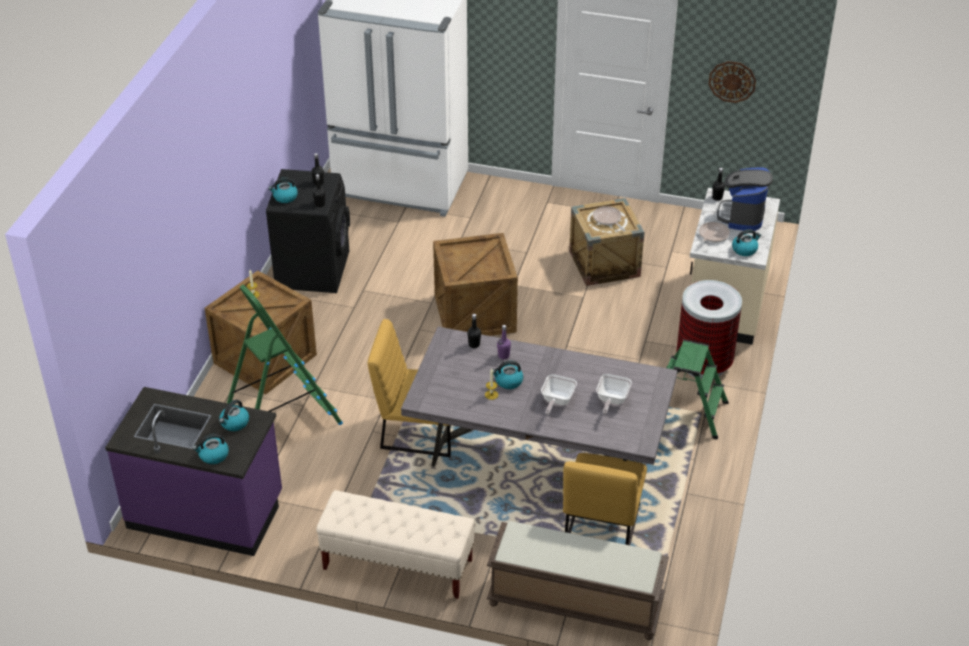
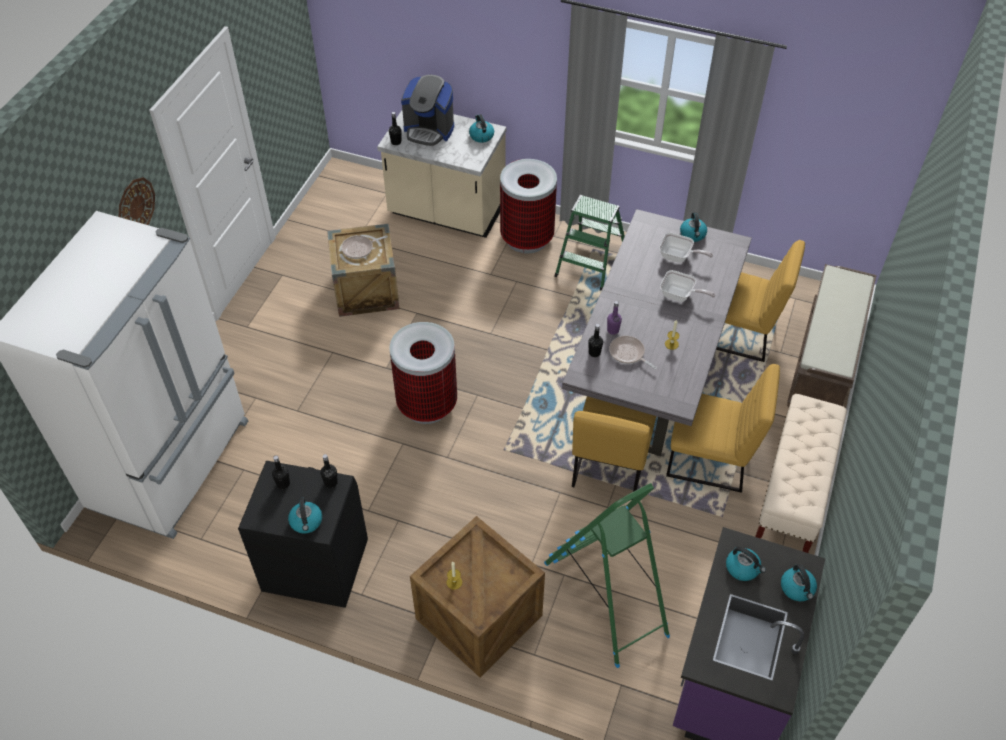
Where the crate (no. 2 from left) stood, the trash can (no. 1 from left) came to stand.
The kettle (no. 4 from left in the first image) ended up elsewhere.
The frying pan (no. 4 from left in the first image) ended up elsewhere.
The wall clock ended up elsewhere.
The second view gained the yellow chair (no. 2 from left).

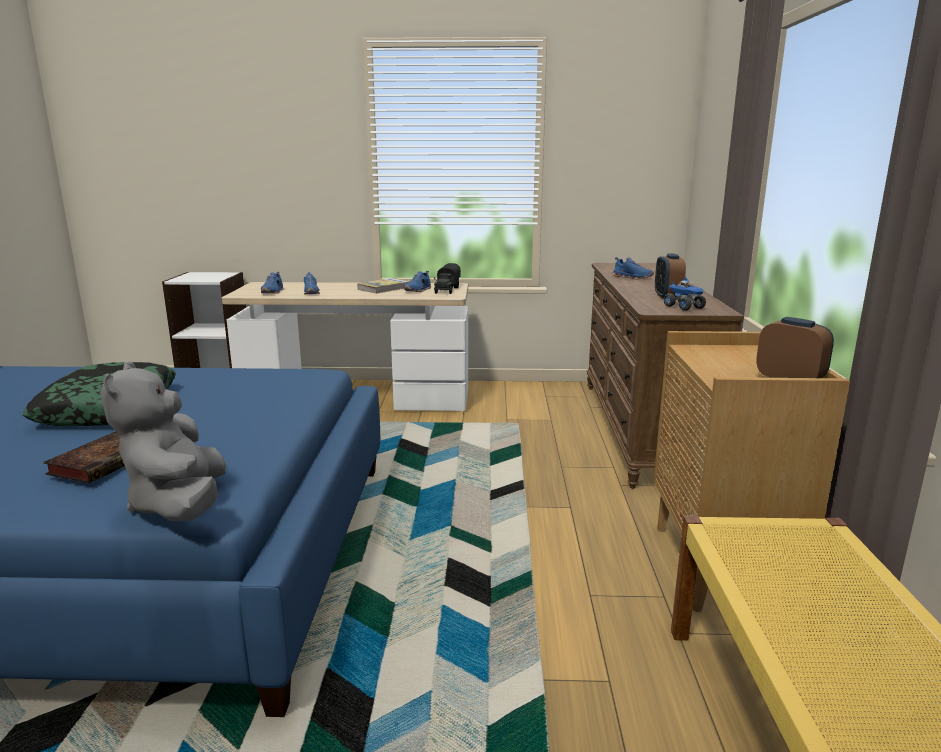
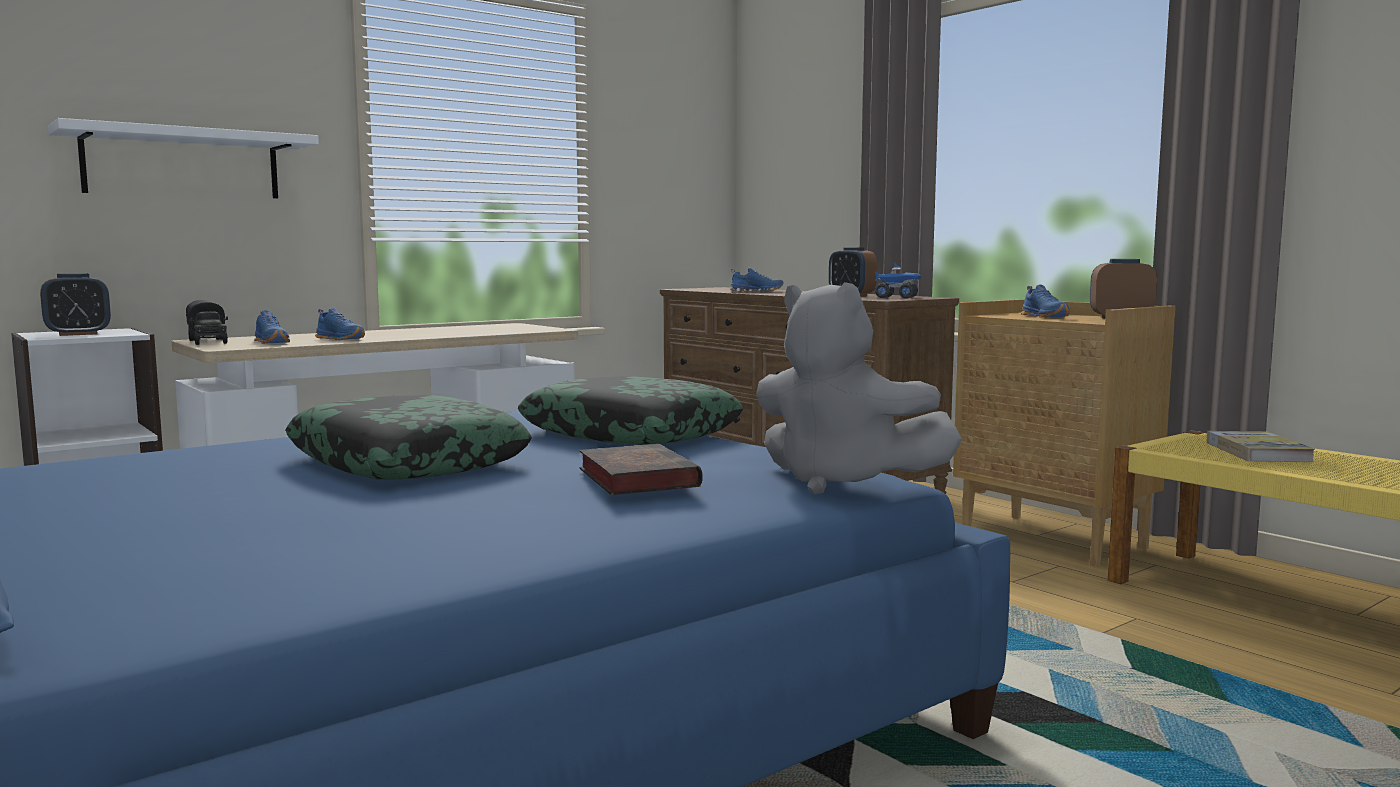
The book (no. 2 from left) ended up elsewhere.
The blue shoe (no. 3 from left in the first image) ended up elsewhere.
The toy truck (no. 1 from left) ended up elsewhere.
The second view gained the alarm clock (no. 1 from left).
The second view gained the white shelf.
The second view gained the pillow (no. 2 from left).

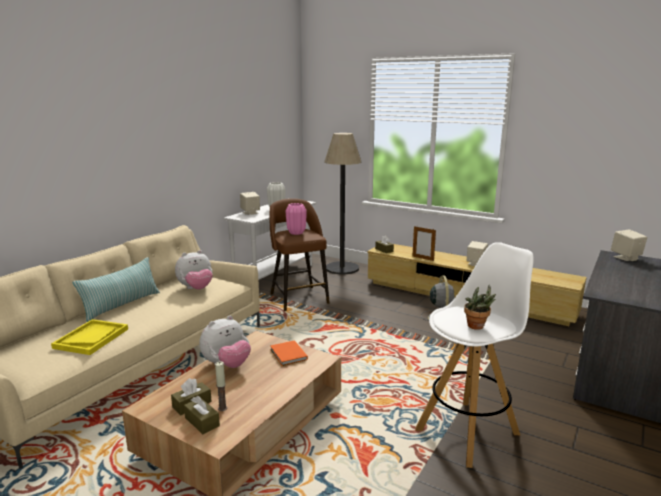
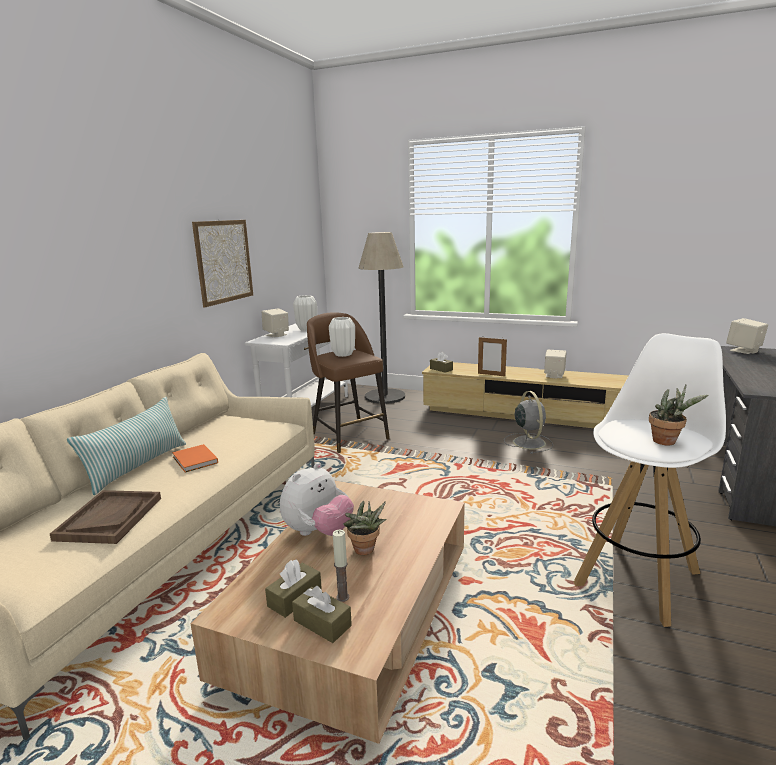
What was the yellow tray turned into the brown tray.
The second view lost the plush toy (no. 1 from left).
The orange book ended up elsewhere.
What was the pink vase turned into the white vase (no. 2 from left).
The second view gained the picture.
The second view gained the potted plant (no. 1 from left).

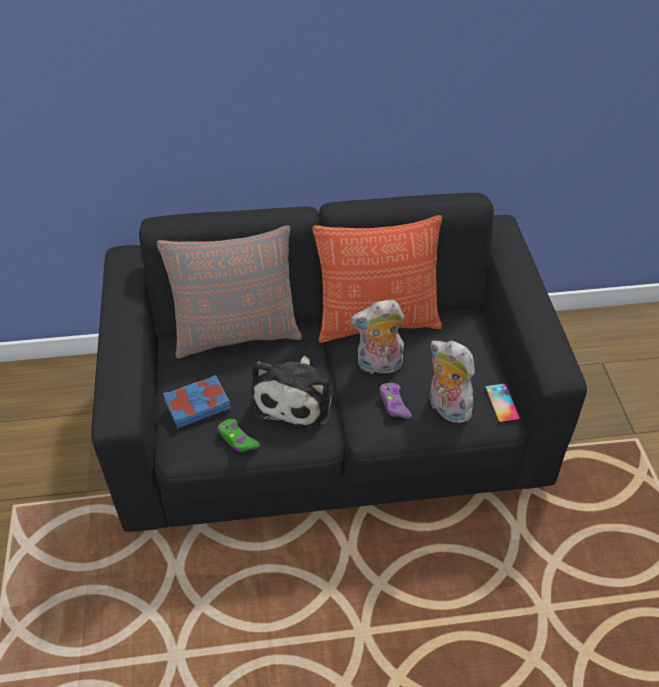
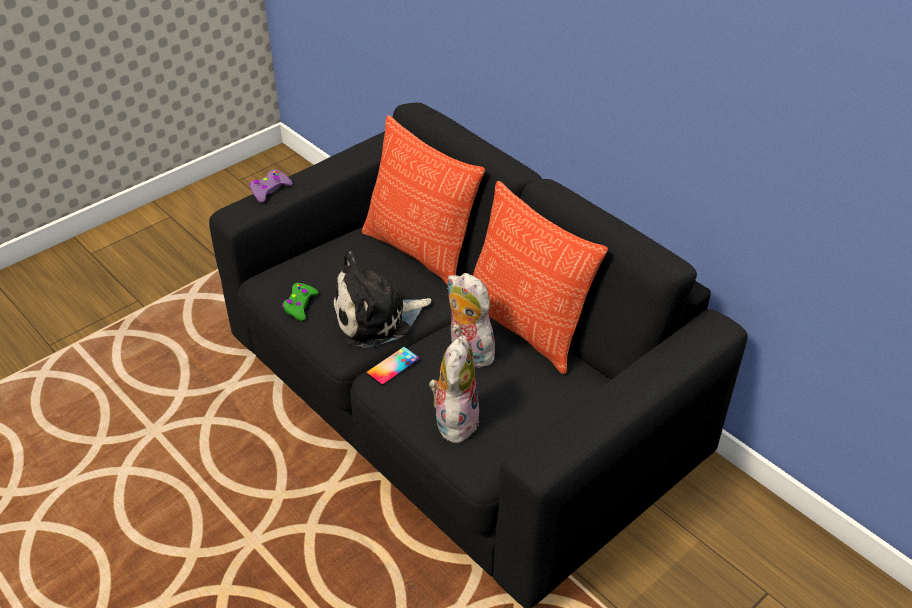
What was the grey pillow turned into the orange pillow (no. 1 from left).
The second view lost the blue book.
The purple game controller ended up elsewhere.
The phone ended up elsewhere.

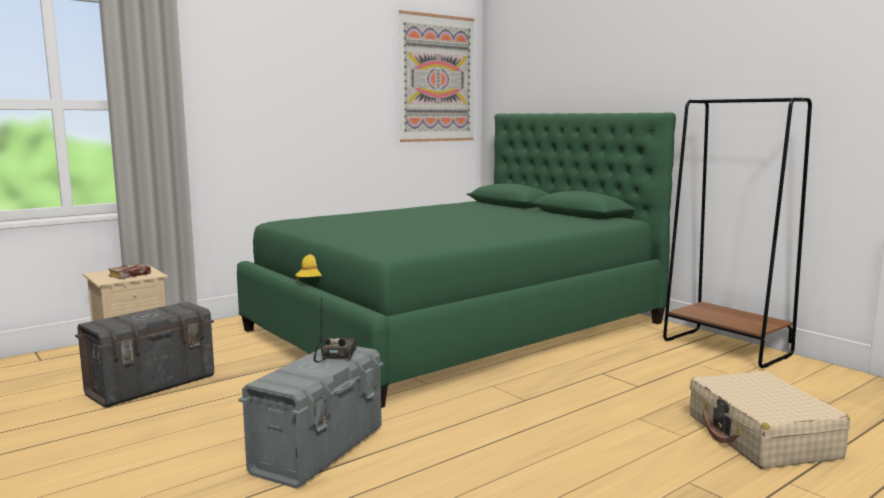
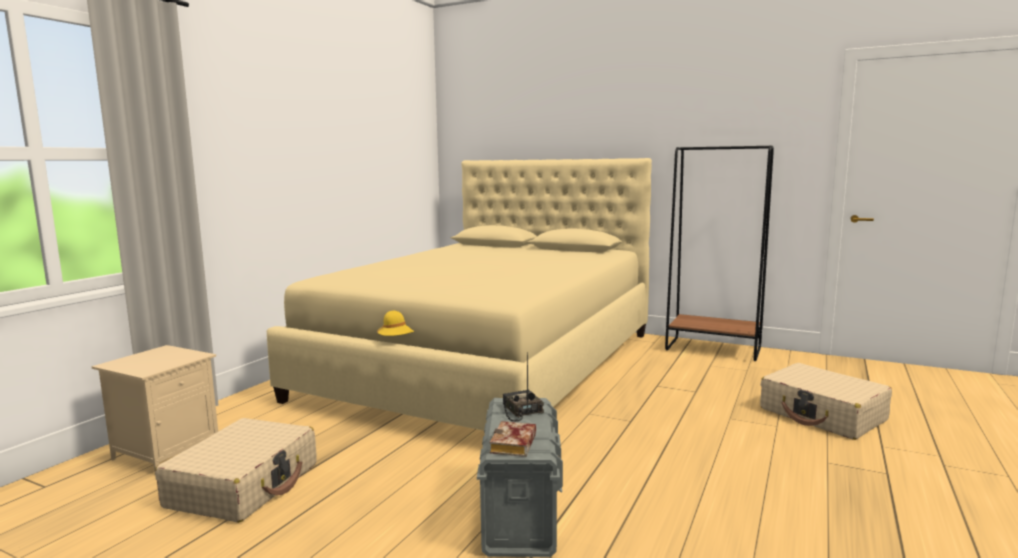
Where the grey storage box (no. 1 from left) stood, the beige suitcase (no. 1 from left) came to stand.
The book ended up elsewhere.
What was the green bed turned into the beige bed.
The second view lost the picture.

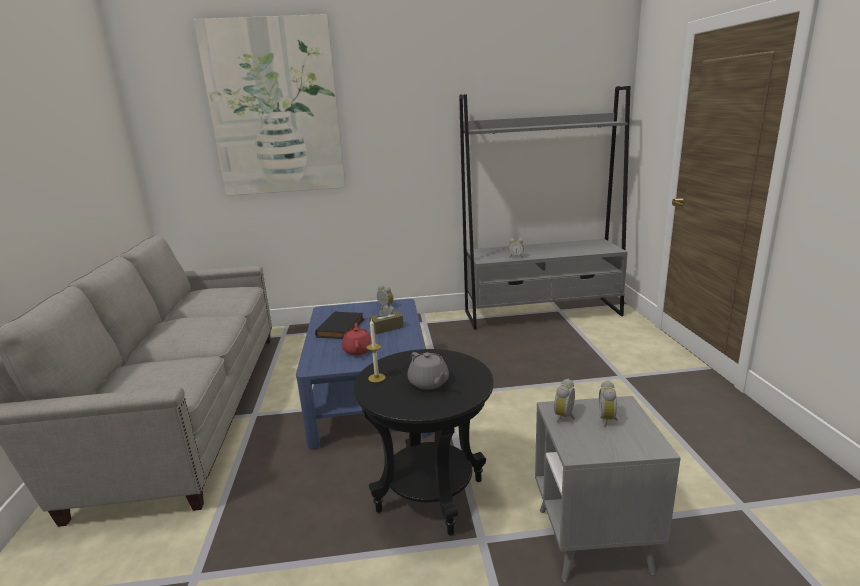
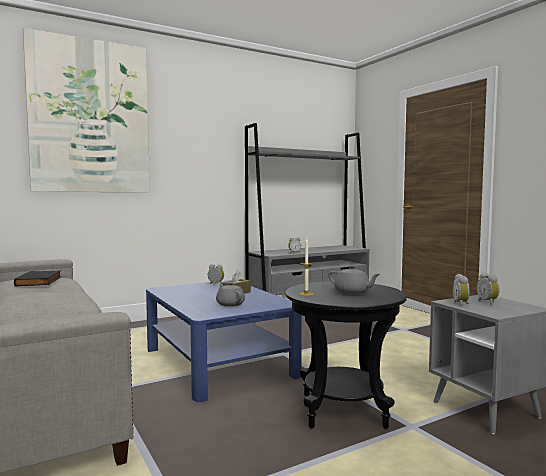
The black book ended up elsewhere.
What was the red teapot turned into the grey teapot (no. 1 from left).

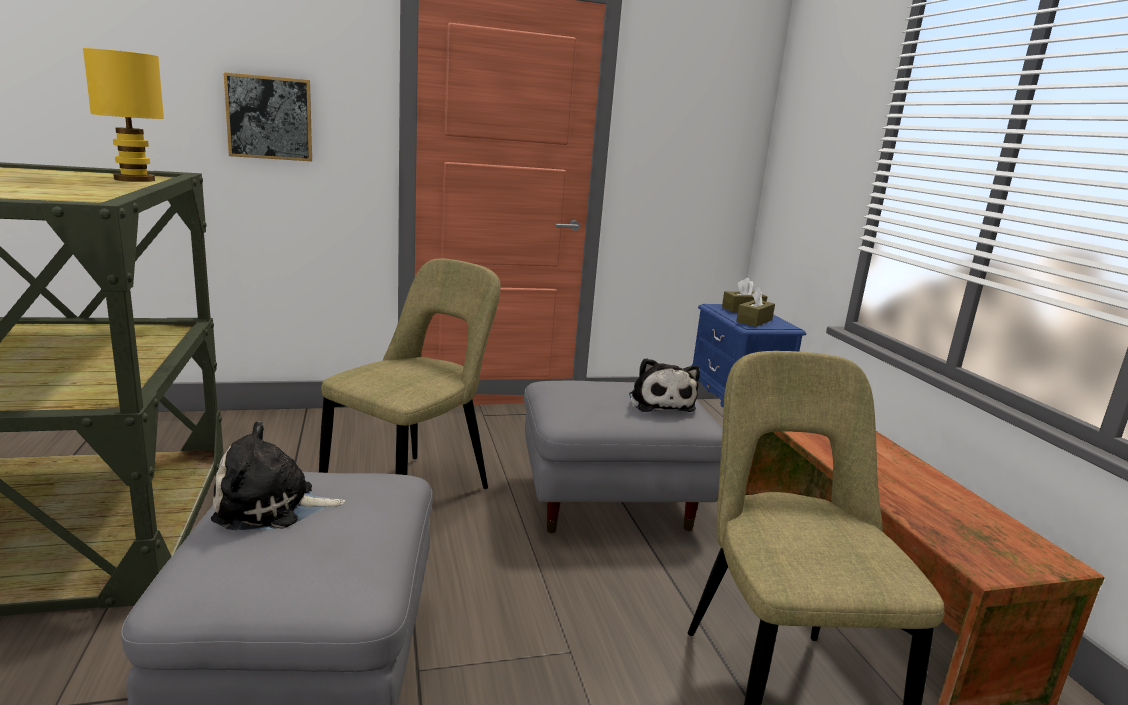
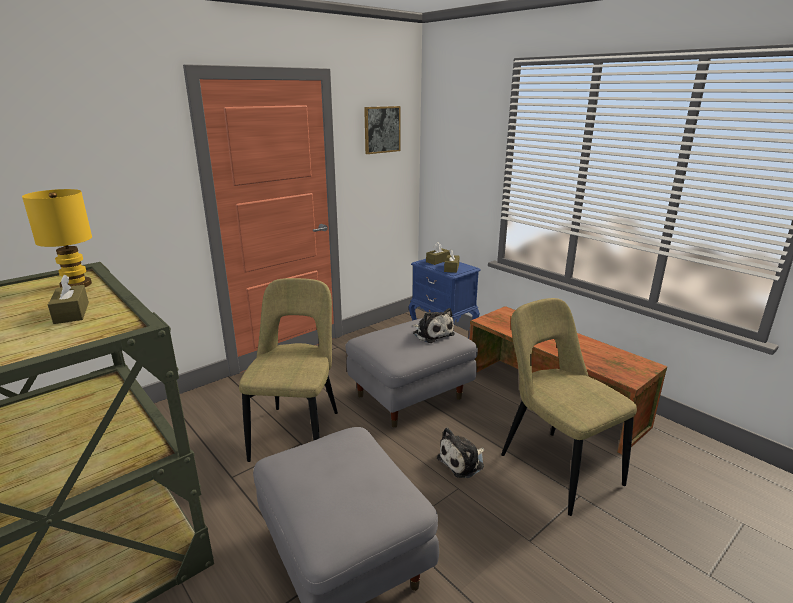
The plush toy (no. 1 from left in the first image) ended up elsewhere.
The picture ended up elsewhere.
The second view gained the brown tissue box (no. 1 from left).

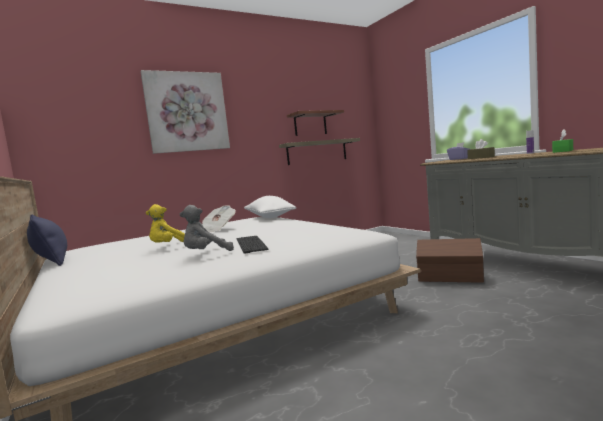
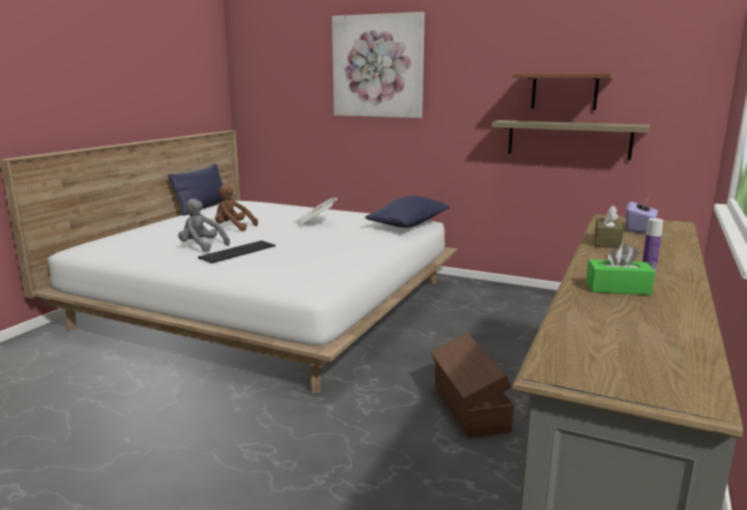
What was the yellow plush toy turned into the brown plush toy.
What was the white pillow turned into the blue pillow (no. 2 from left).

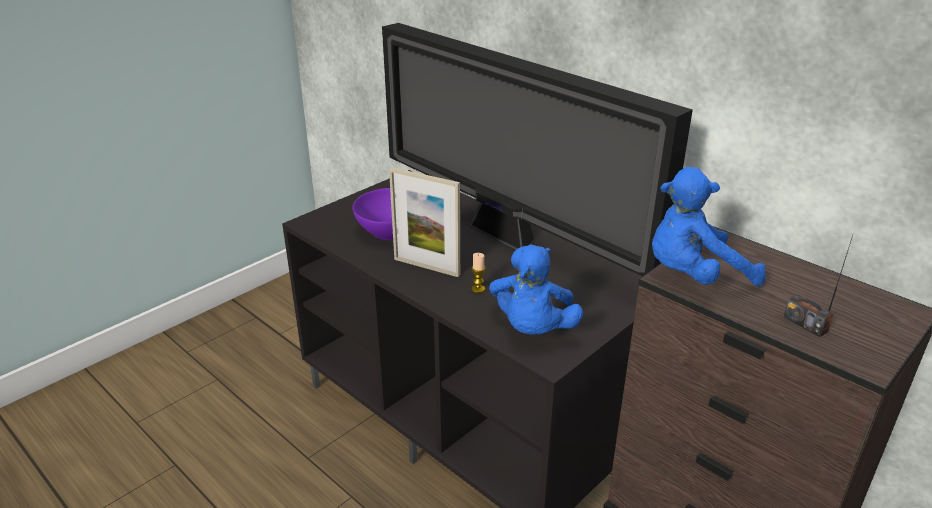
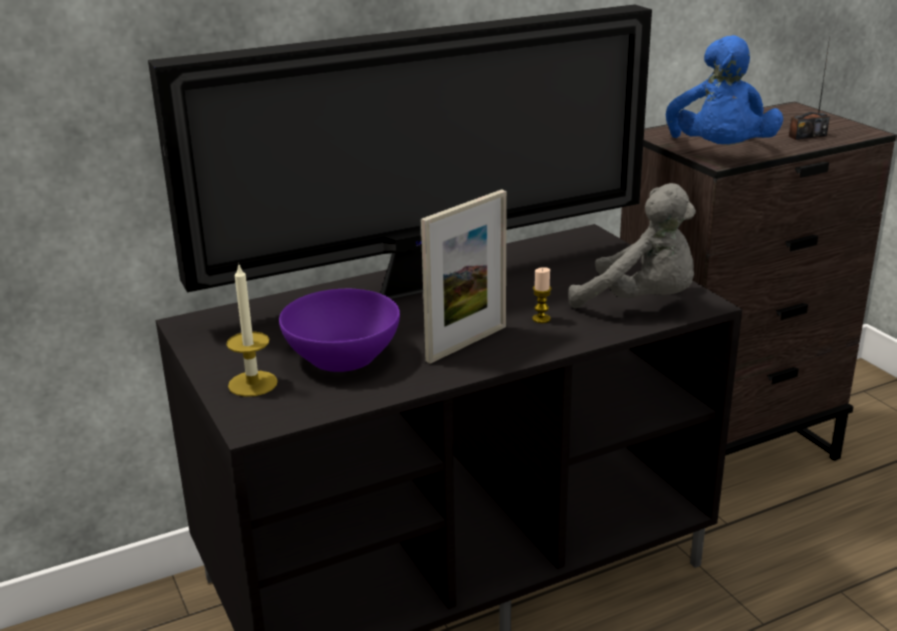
What was the blue plush toy (no. 1 from left) turned into the grey plush toy.
The second view gained the candle (no. 1 from left).

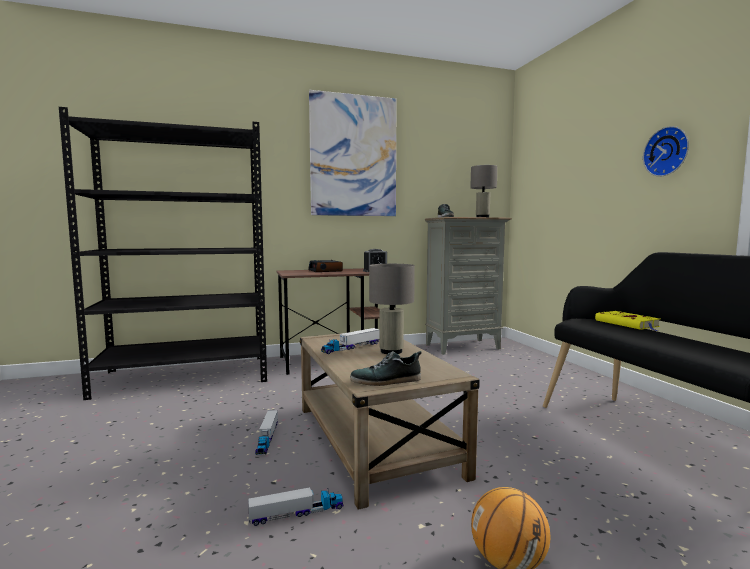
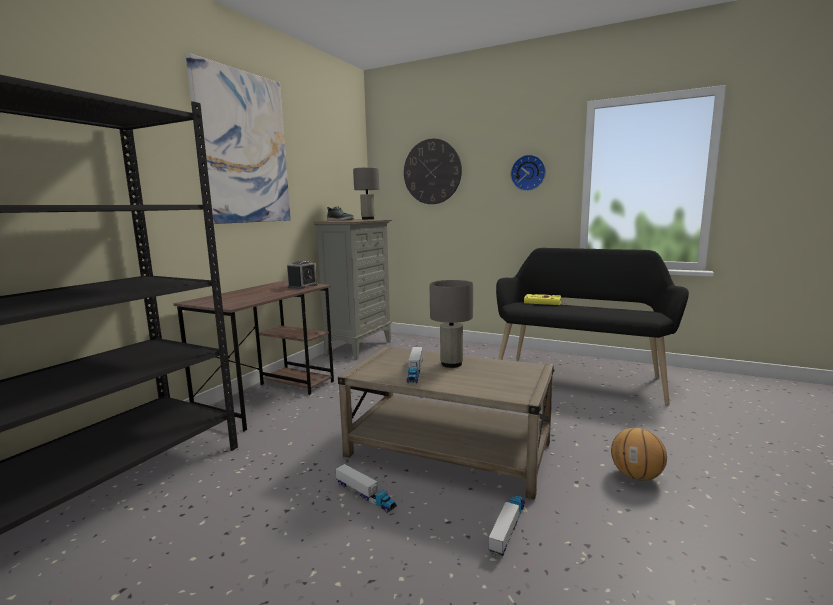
The second view lost the alarm clock (no. 1 from left).
The second view lost the shoe (no. 1 from left).
The second view gained the wall clock (no. 1 from left).

